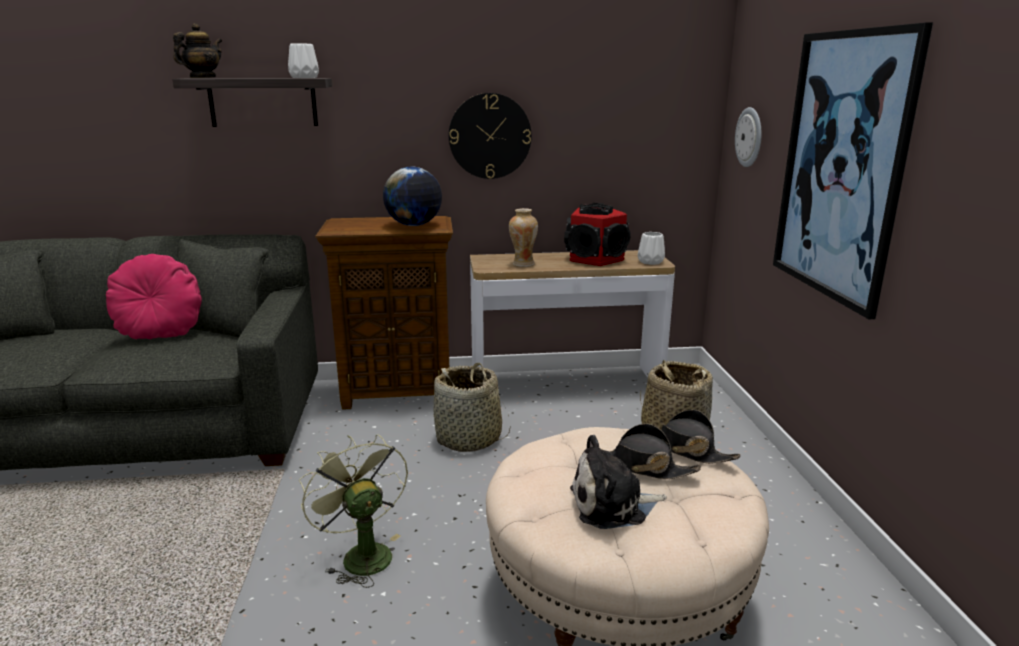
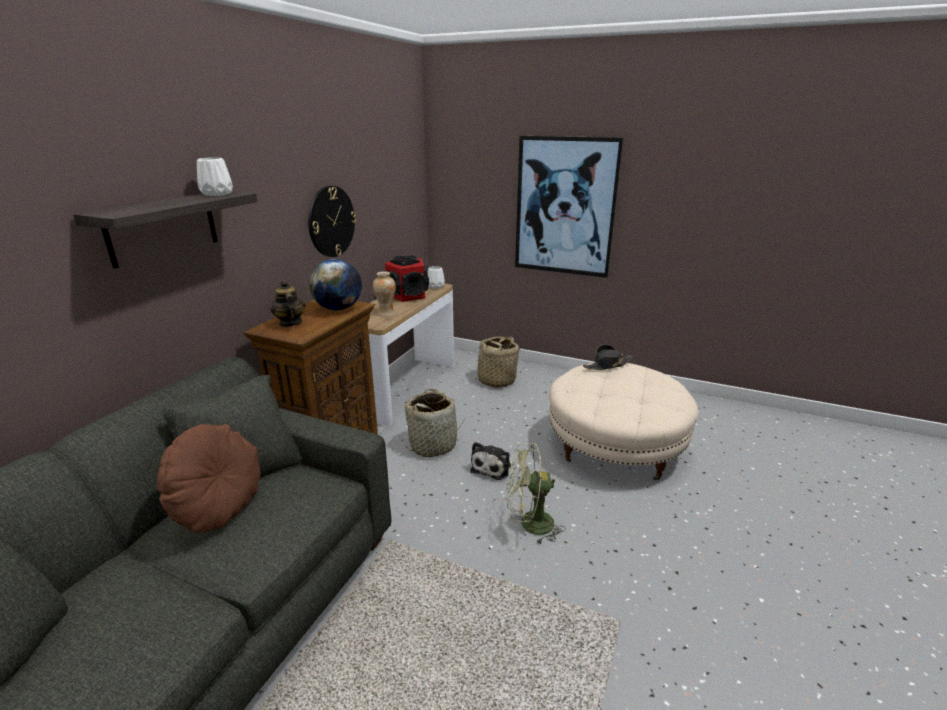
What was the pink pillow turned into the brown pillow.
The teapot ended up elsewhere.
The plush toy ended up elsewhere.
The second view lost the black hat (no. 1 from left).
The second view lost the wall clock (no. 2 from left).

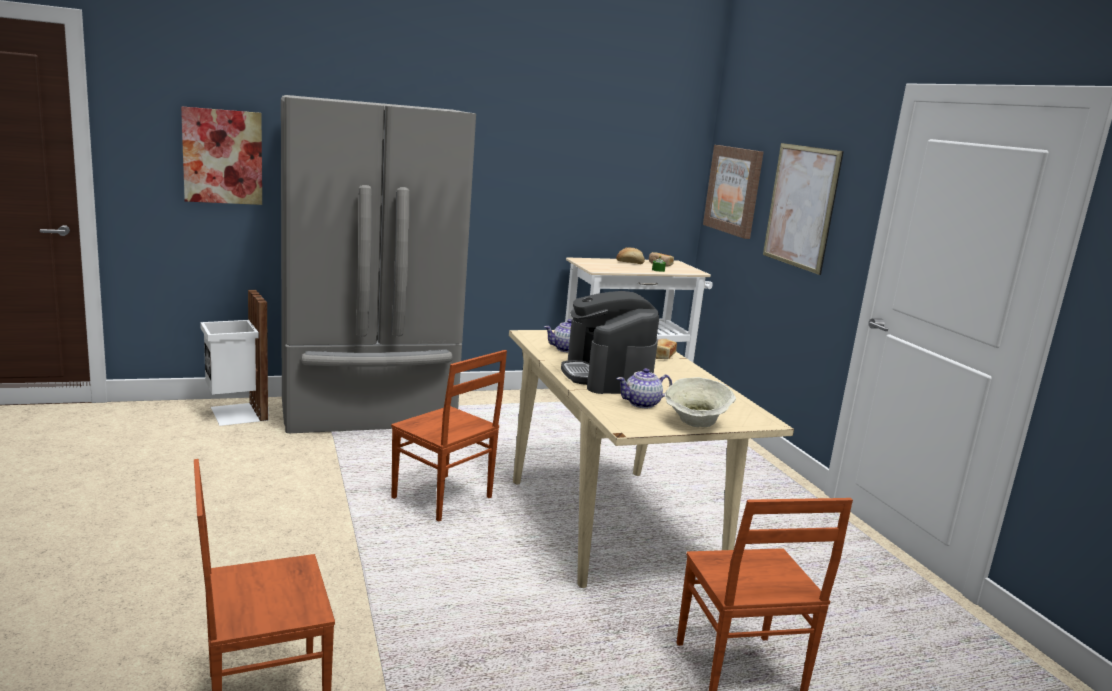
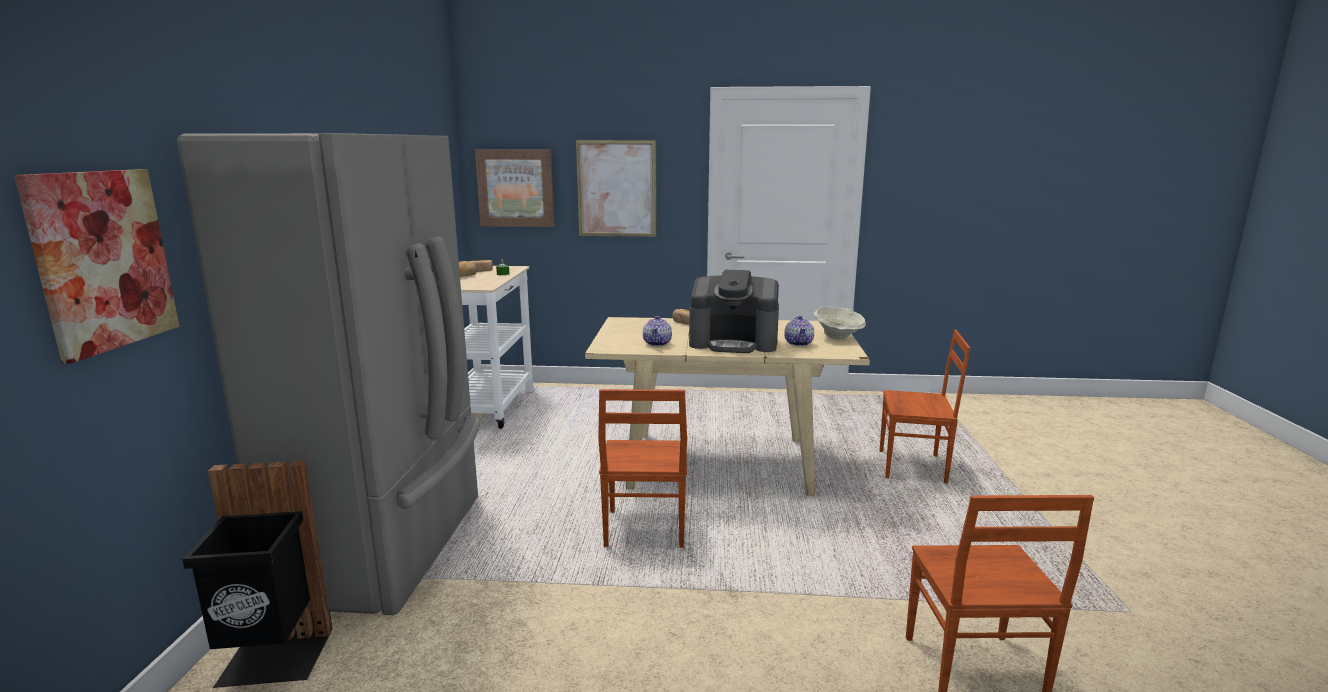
What was the white trash can turned into the black trash can.
The brown chair (no. 2 from left in the first image) ended up facing another way, 120 degrees clockwise from before.

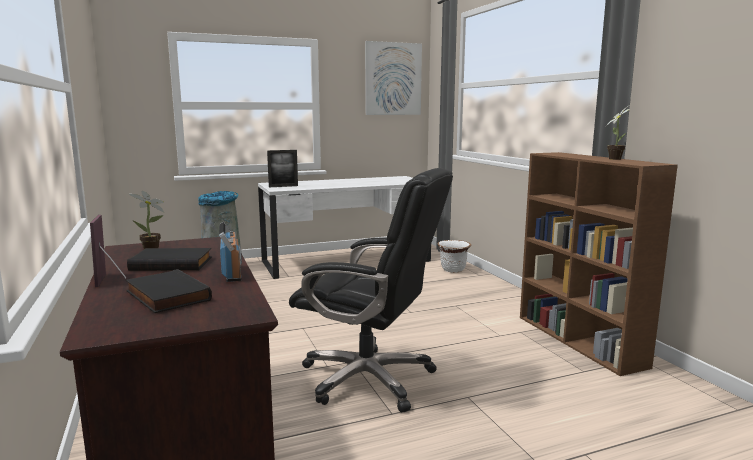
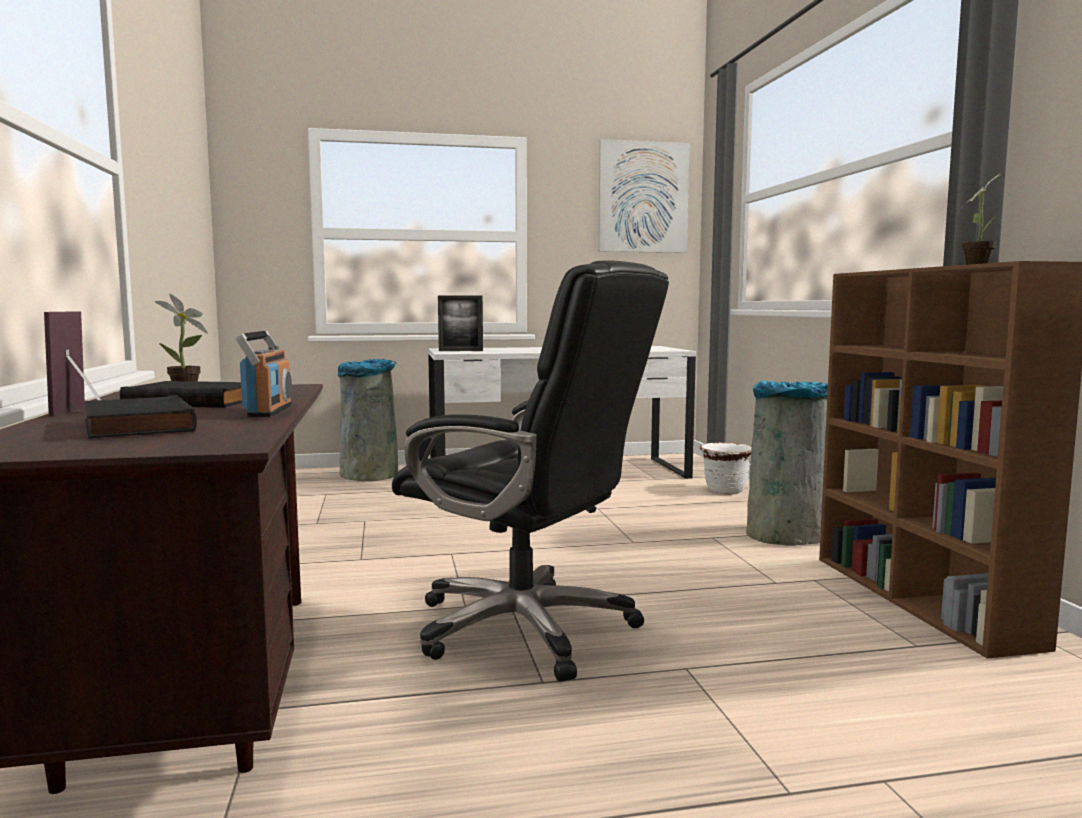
The second view gained the grey trash can (no. 2 from left).

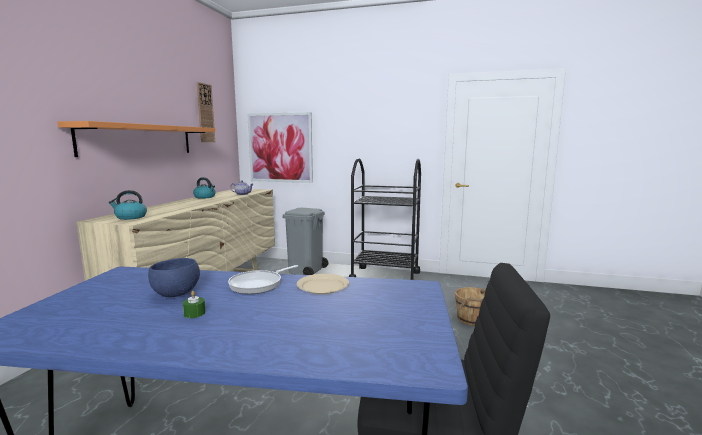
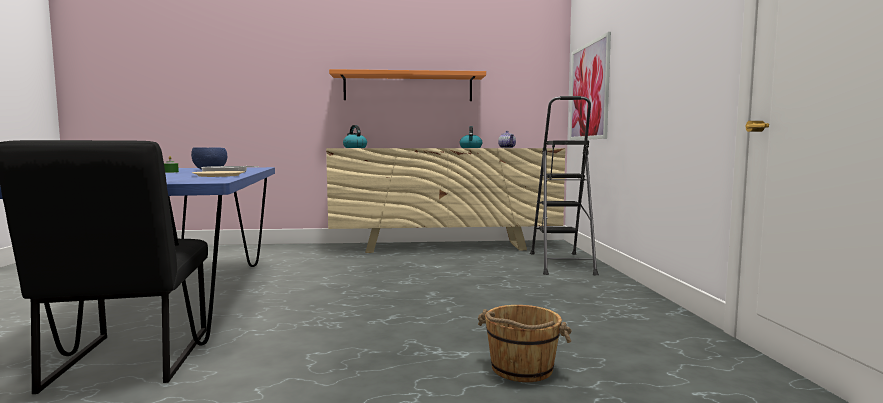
The second view lost the wall clock.
Where the grey trash can stood, the step ladder came to stand.
The second view lost the black cart.

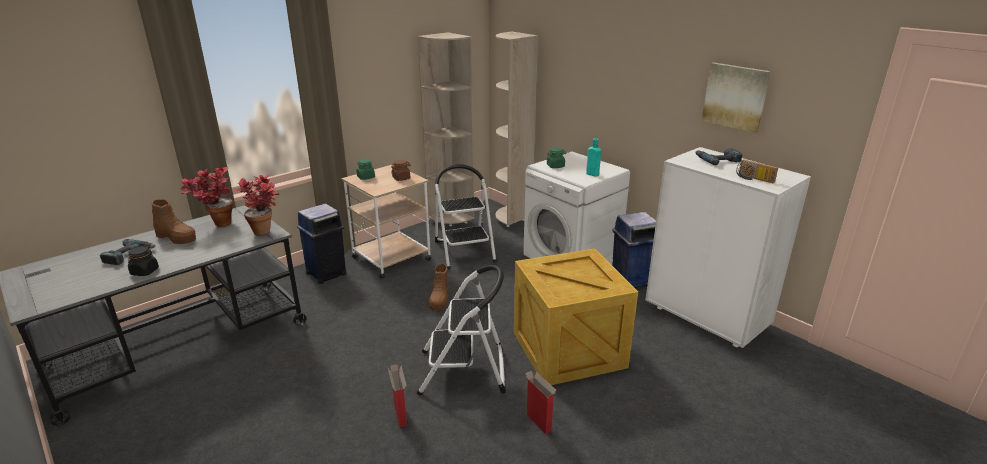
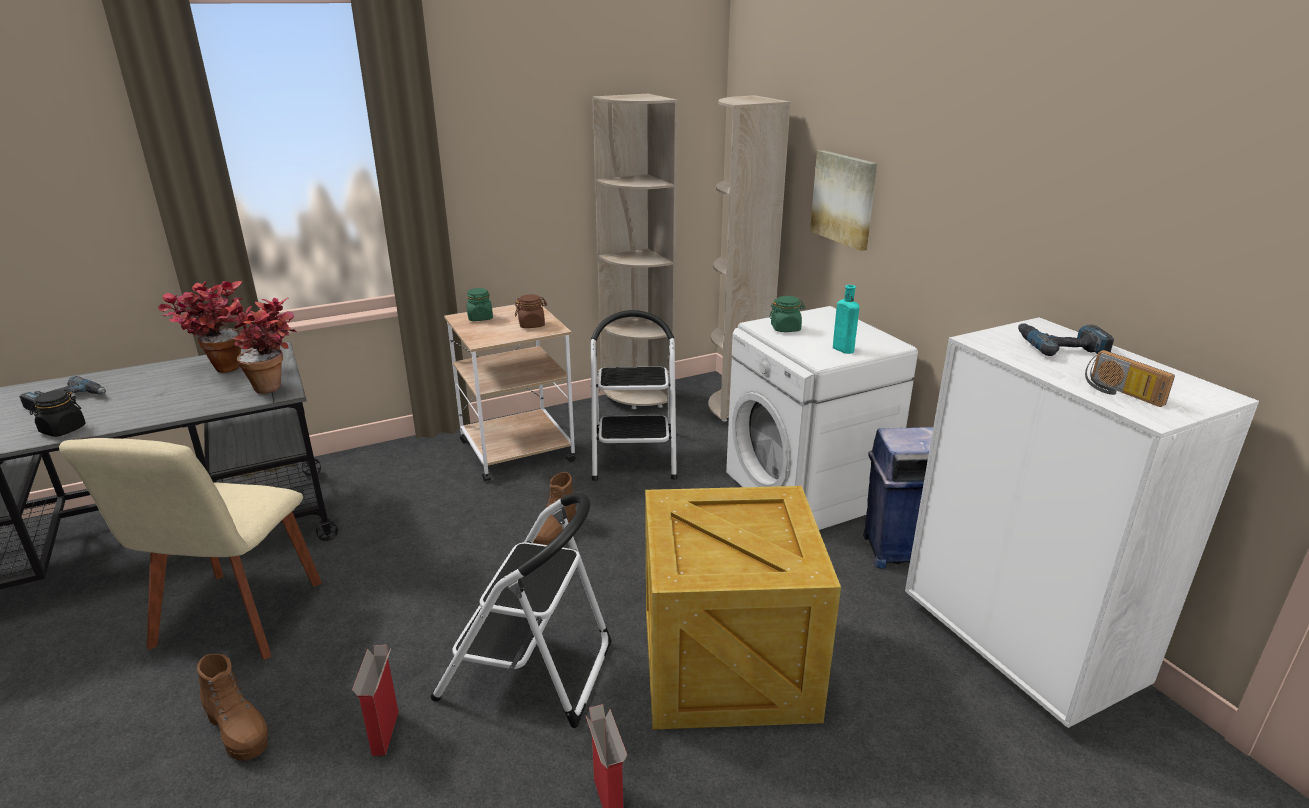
The brown boot (no. 1 from left) ended up elsewhere.
The second view lost the blue trash can (no. 1 from left).
The picture ended up elsewhere.
The second view gained the beige chair.

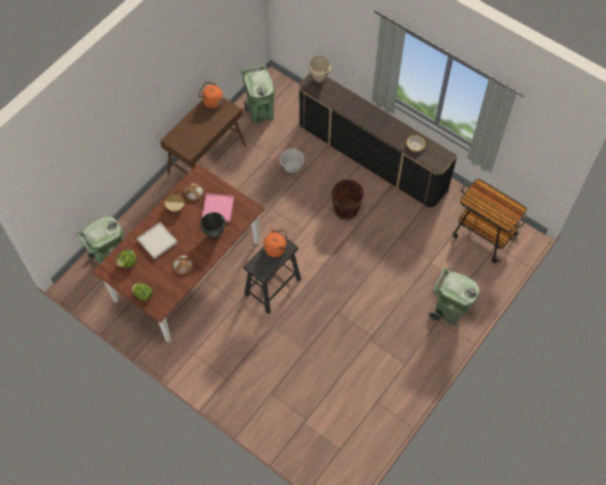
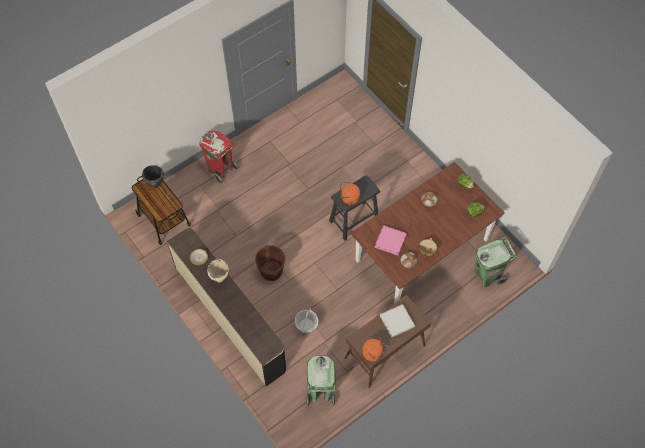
The white tray ended up elsewhere.
The black cooking pot ended up elsewhere.
The beige cooking pot (no. 2 from left in the first image) ended up elsewhere.
What was the green trash can (no. 3 from left) turned into the red trash can.

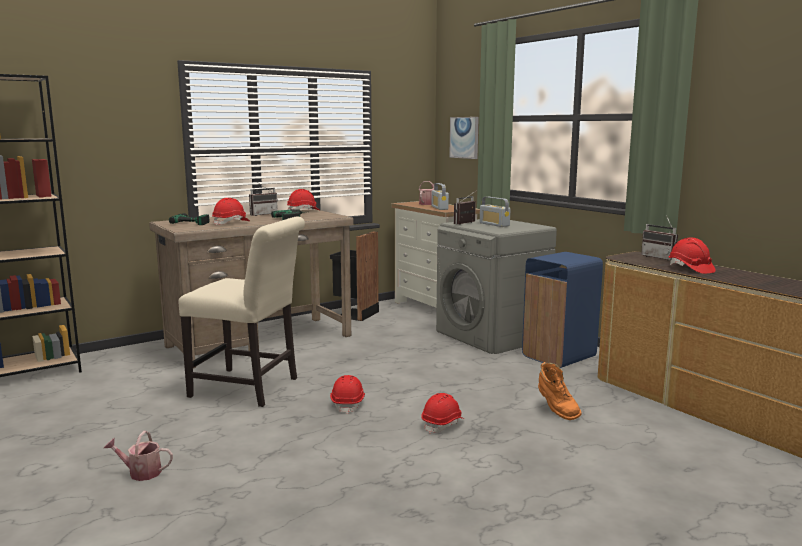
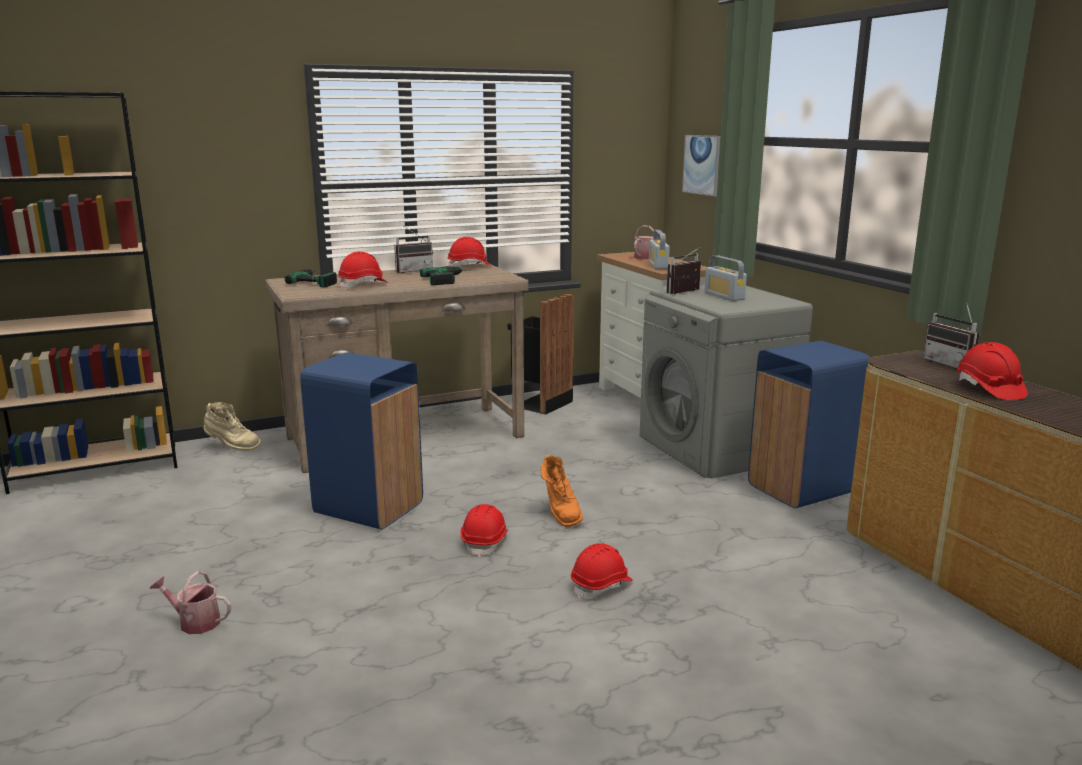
Where the beige chair stood, the blue trash can (no. 1 from left) came to stand.
The orange boot ended up elsewhere.
The second view gained the beige boot.

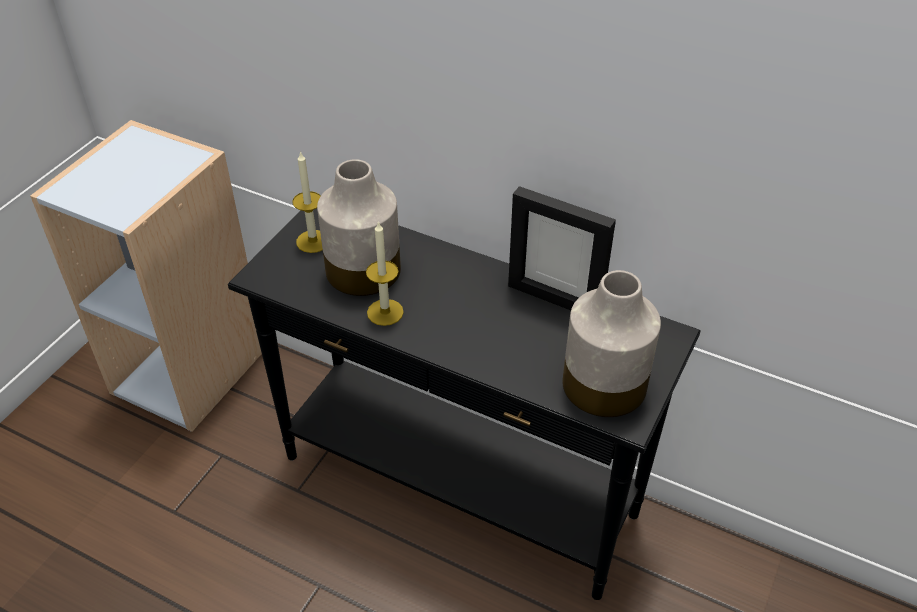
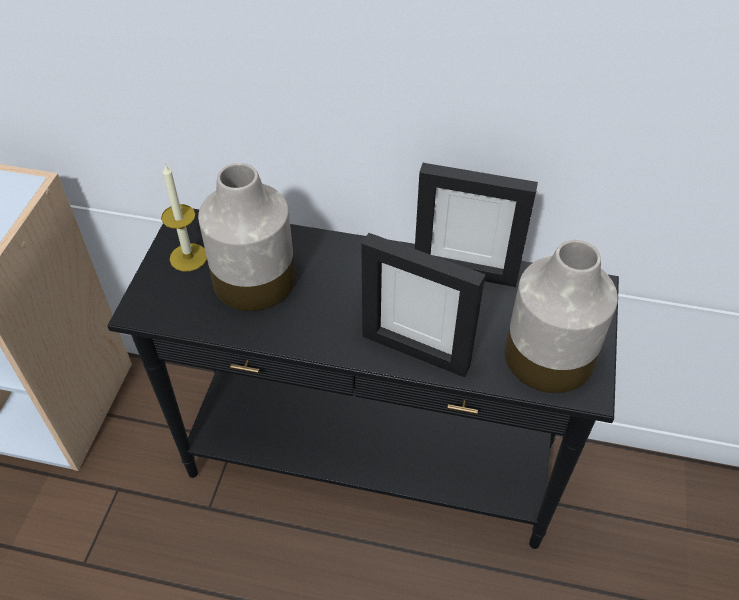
The second view lost the candle (no. 2 from left).
The second view gained the picture frame (no. 1 from left).

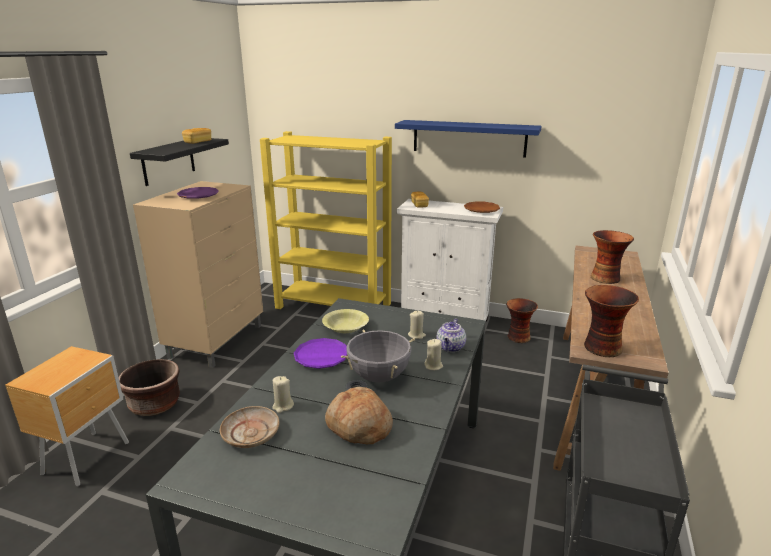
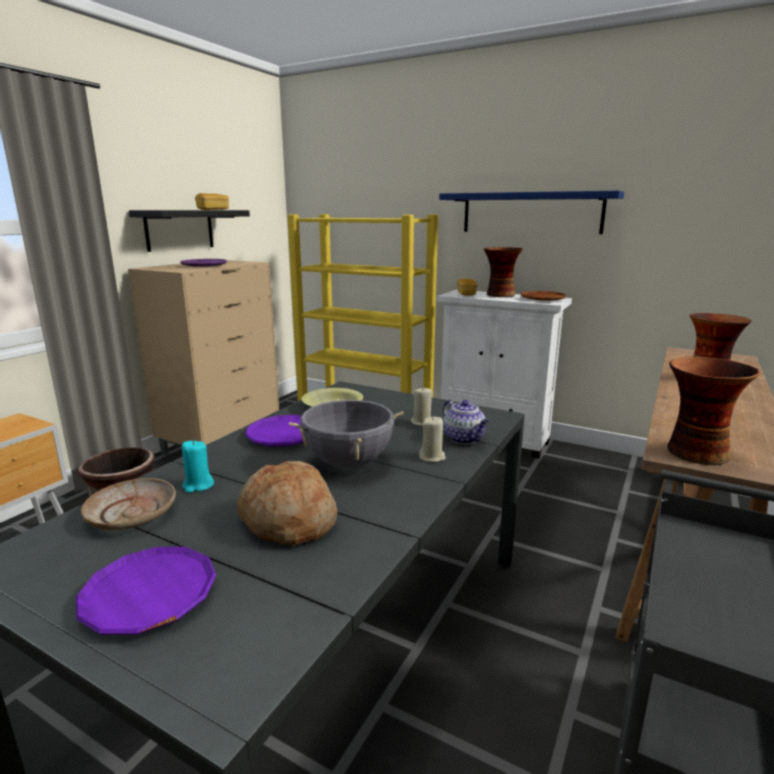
What was the beige candle (no. 1 from left) turned into the turquoise candle.
The teapot ended up facing another way, 60 degrees counterclockwise from before.
The vase (no. 1 from left) ended up elsewhere.
The second view gained the purple plate (no. 1 from left).

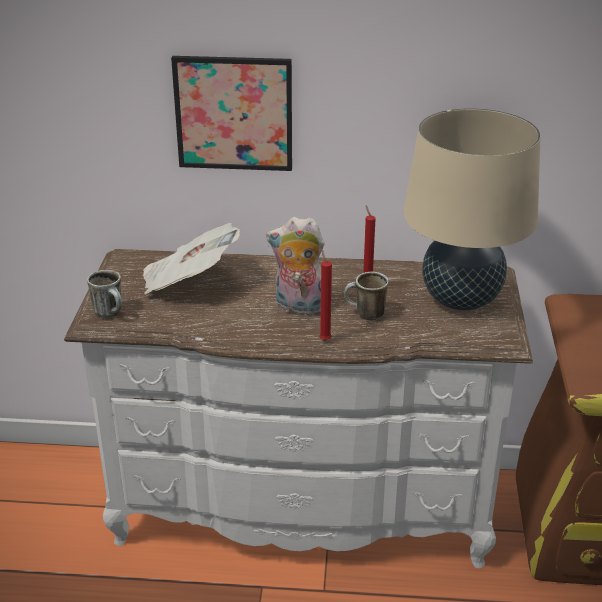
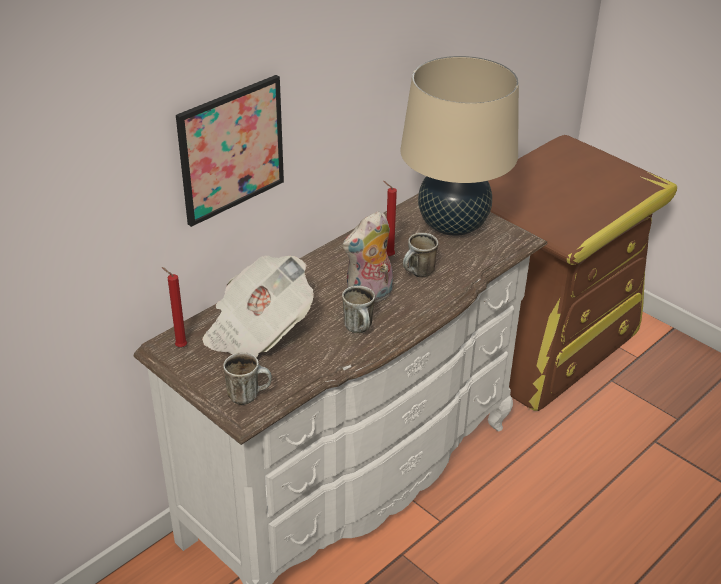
The red candle (no. 1 from left) ended up elsewhere.
The second view gained the mug (no. 2 from left).

